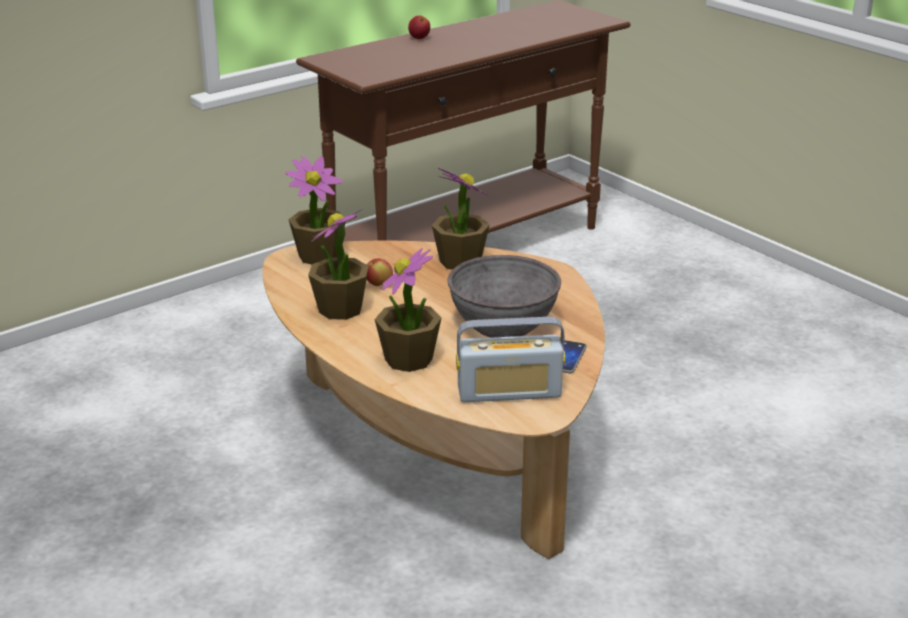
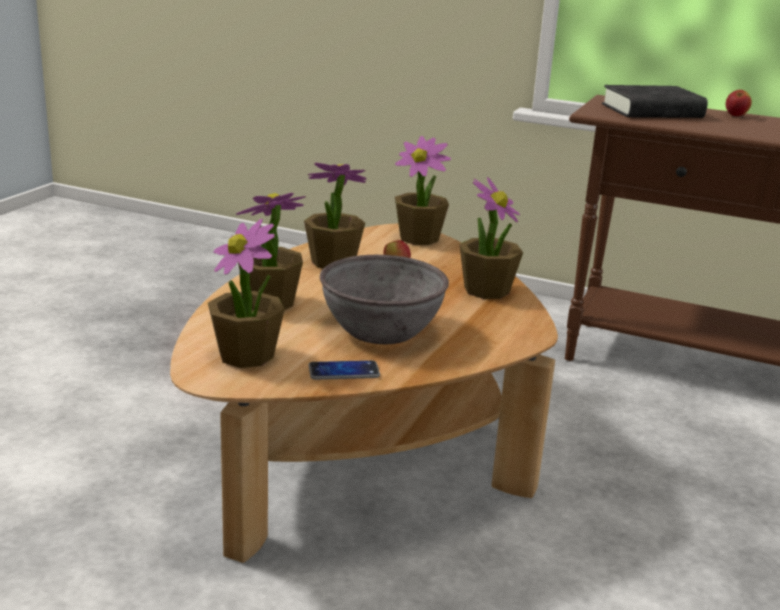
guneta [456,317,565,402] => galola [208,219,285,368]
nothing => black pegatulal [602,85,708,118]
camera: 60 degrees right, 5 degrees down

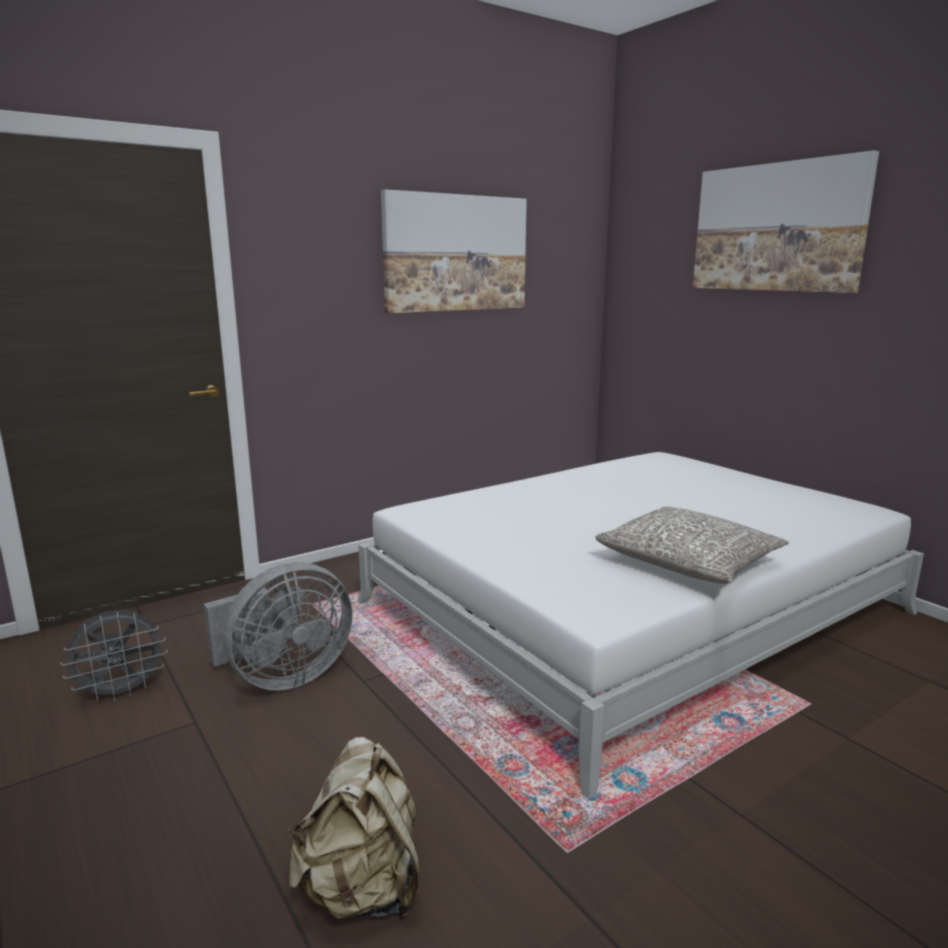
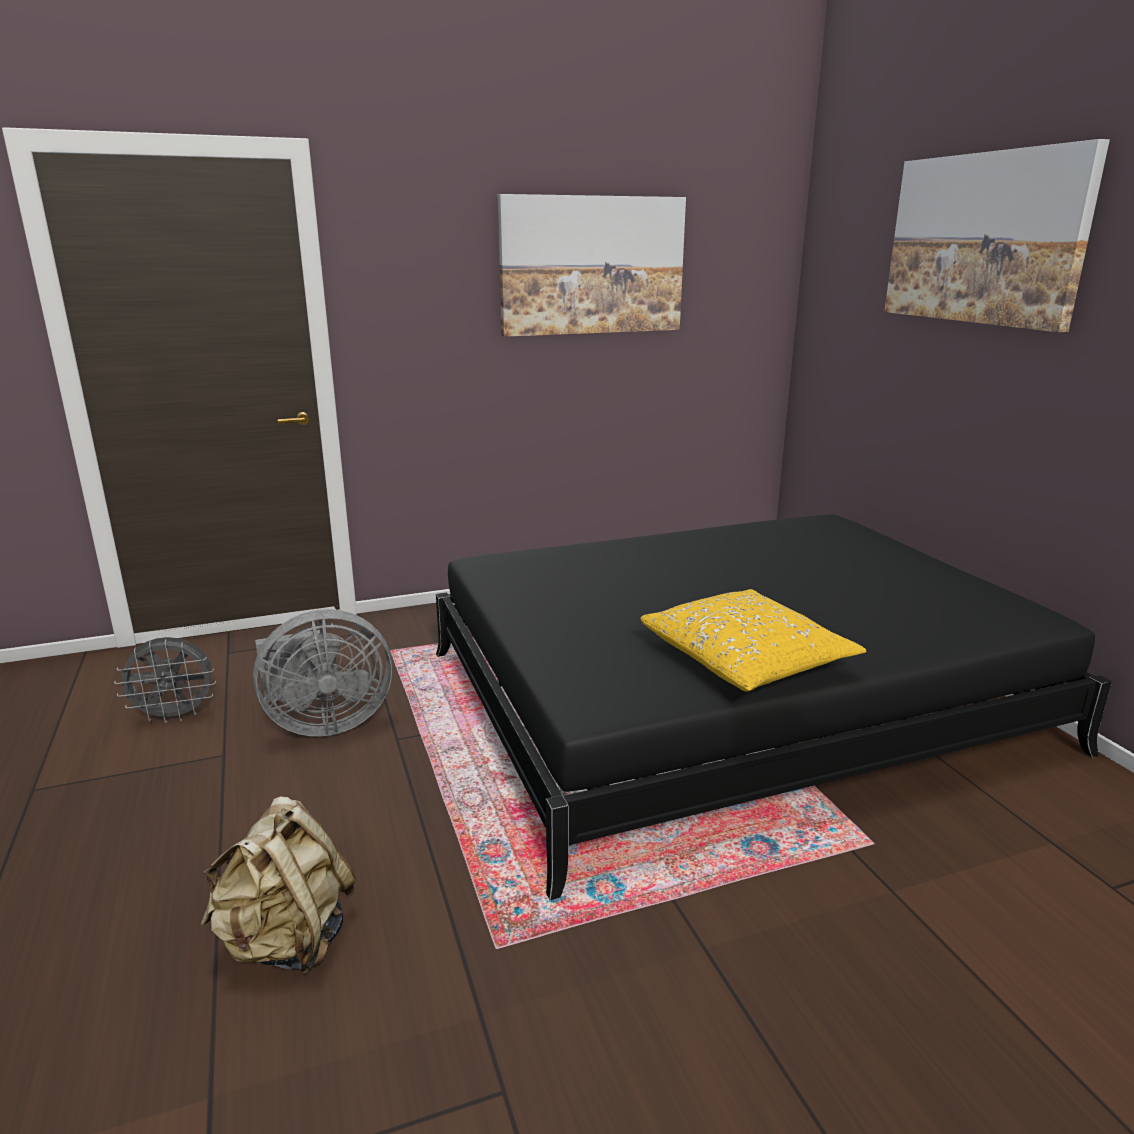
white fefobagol [357,452,924,799] => black fefobagol [436,514,1112,900]
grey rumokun [595,507,789,584] => yellow rumokun [641,589,866,691]
camera: 15 degrees right, 5 degrees up

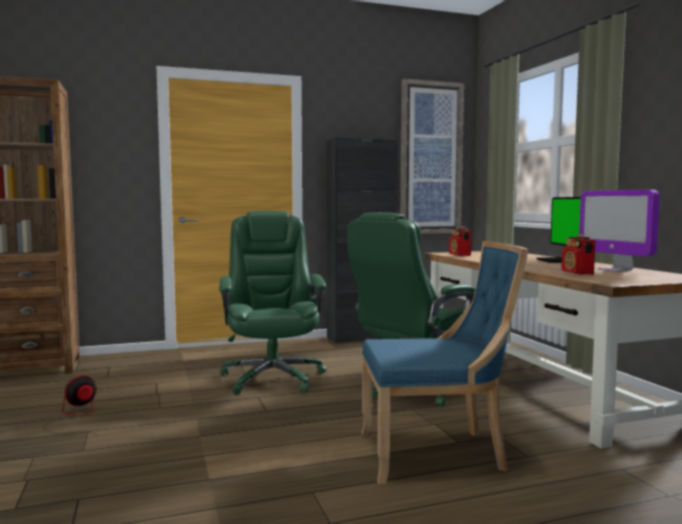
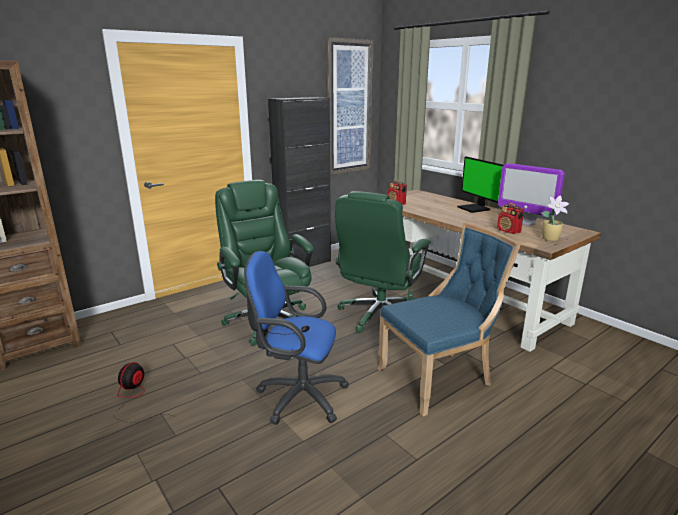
nothing => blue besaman [244,251,349,425]
nothing => galola [541,195,569,241]
camera: 20 degrees left, 15 degrees up

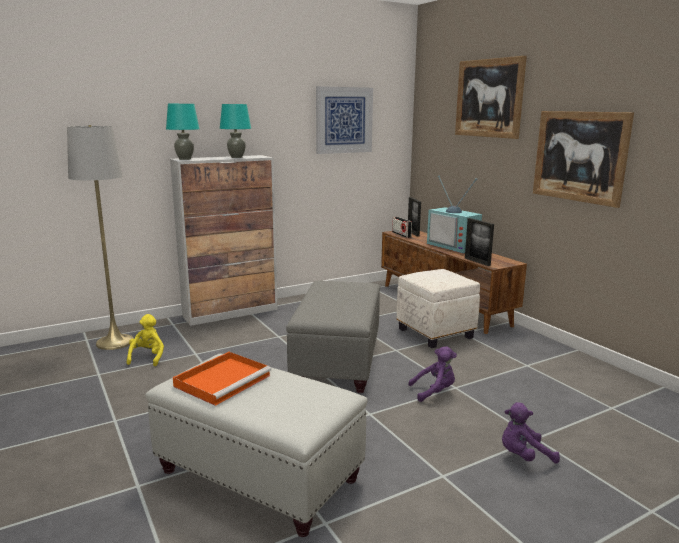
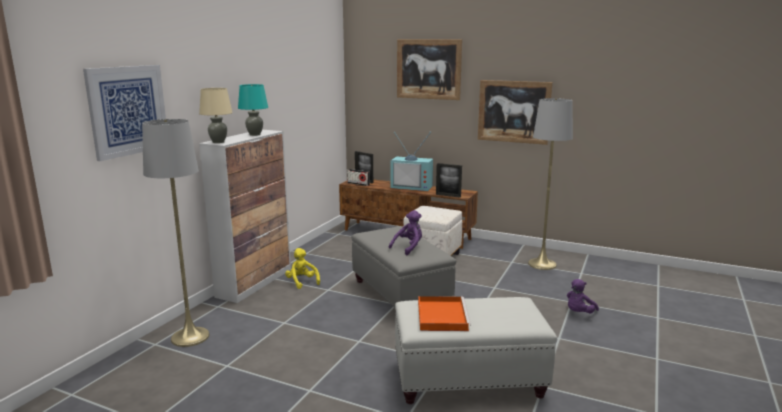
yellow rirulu [127,314,164,366] => yellow rirulu [285,248,320,289], moved
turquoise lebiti [166,104,200,160] => beige lebiti [199,88,233,143]
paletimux [316,86,373,154] => paletimux [83,65,166,161], moved
purple rirulu [408,346,457,402] => purple rirulu [389,210,422,255], moved
nothing => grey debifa [528,98,573,270]
camera: 35 degrees left, 0 degrees up

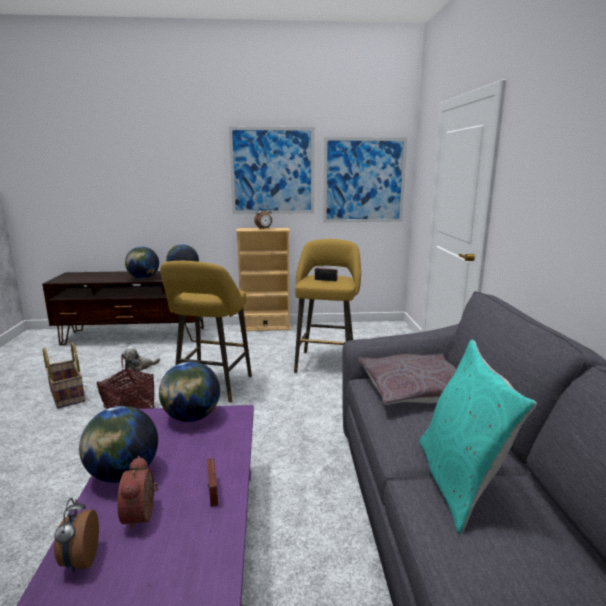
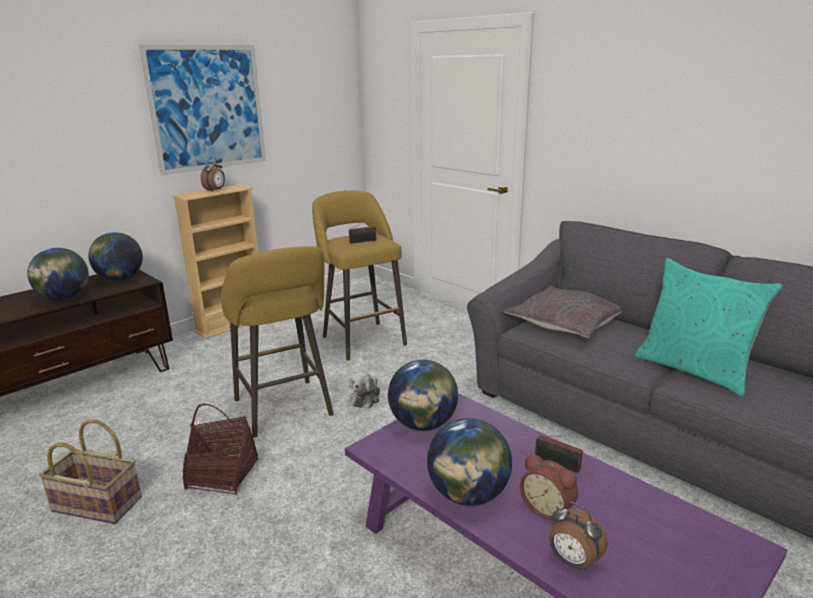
rirulu [121,346,160,372] => rirulu [349,372,380,409], moved
paletimux [323,137,407,222] => nothing
camera: 40 degrees left, 5 degrees up

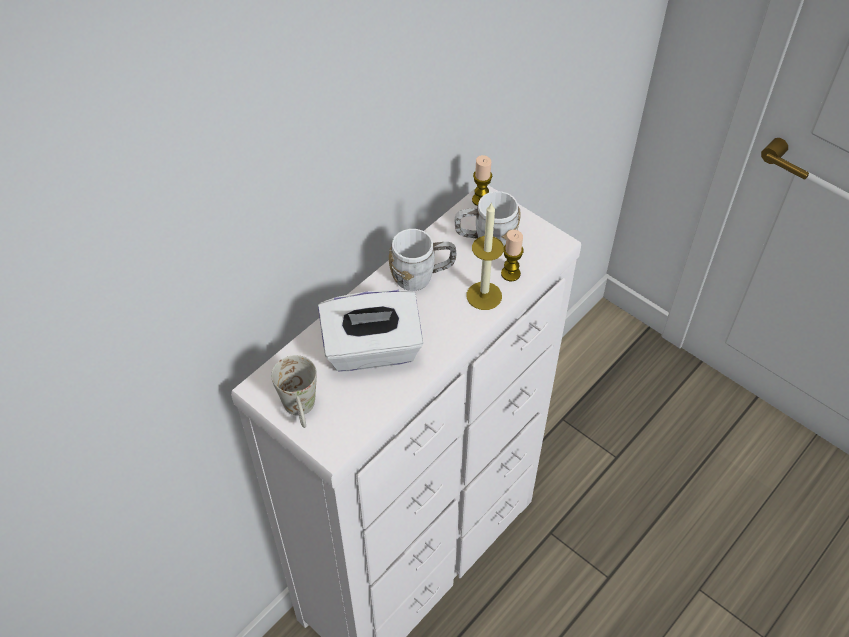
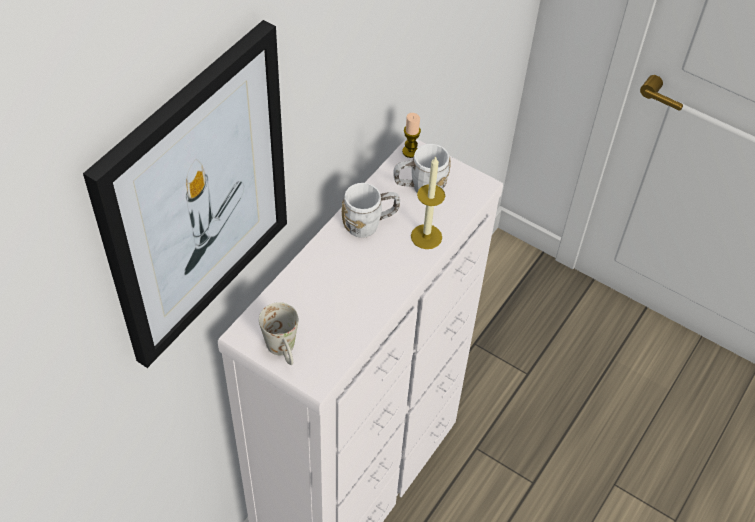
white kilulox [318,290,423,372] => nothing
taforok [501,230,524,281] => nothing
nothing => paletimux [83,20,287,368]
camera: 10 degrees left, 0 degrees up

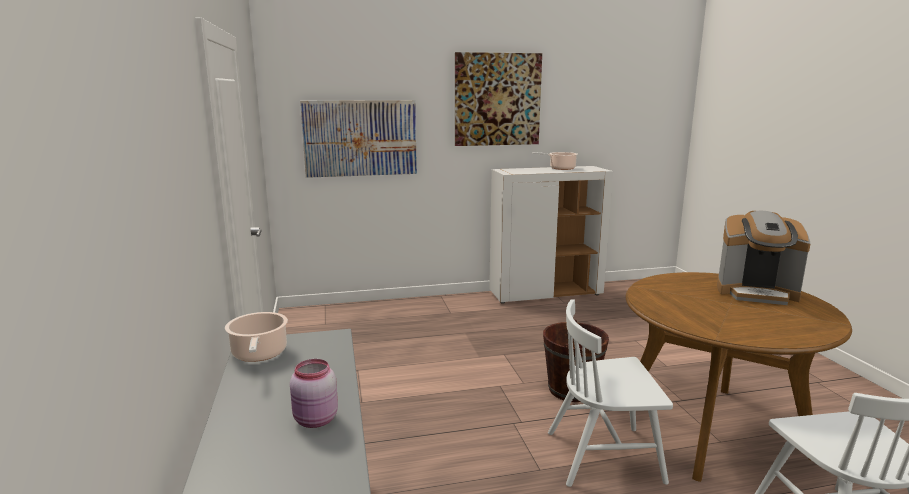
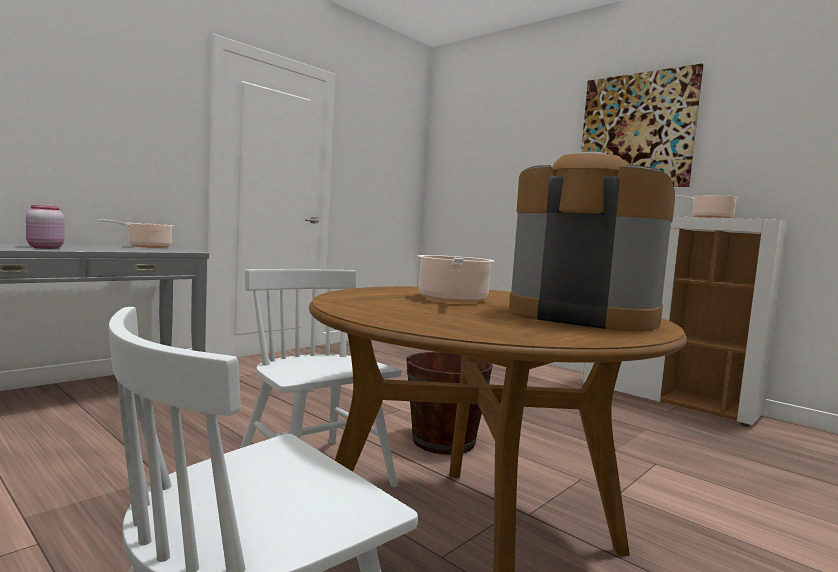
paletimux [300,100,417,178] => nothing
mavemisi [717,211,811,305] => mavemisi [509,152,675,332], 135 degrees clockwise
nothing => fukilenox [418,255,495,303]
camera: 55 degrees right, 10 degrees down

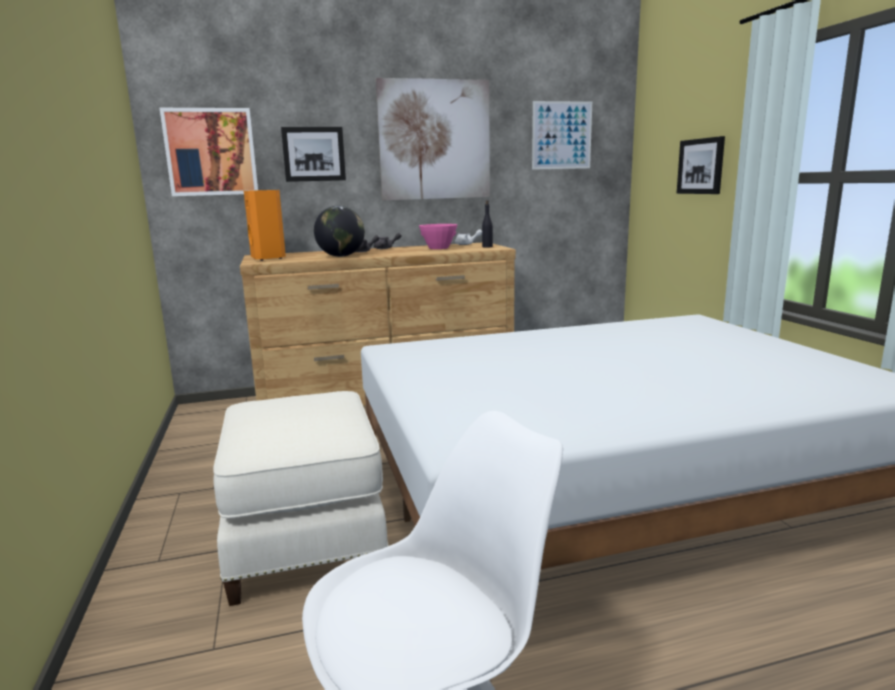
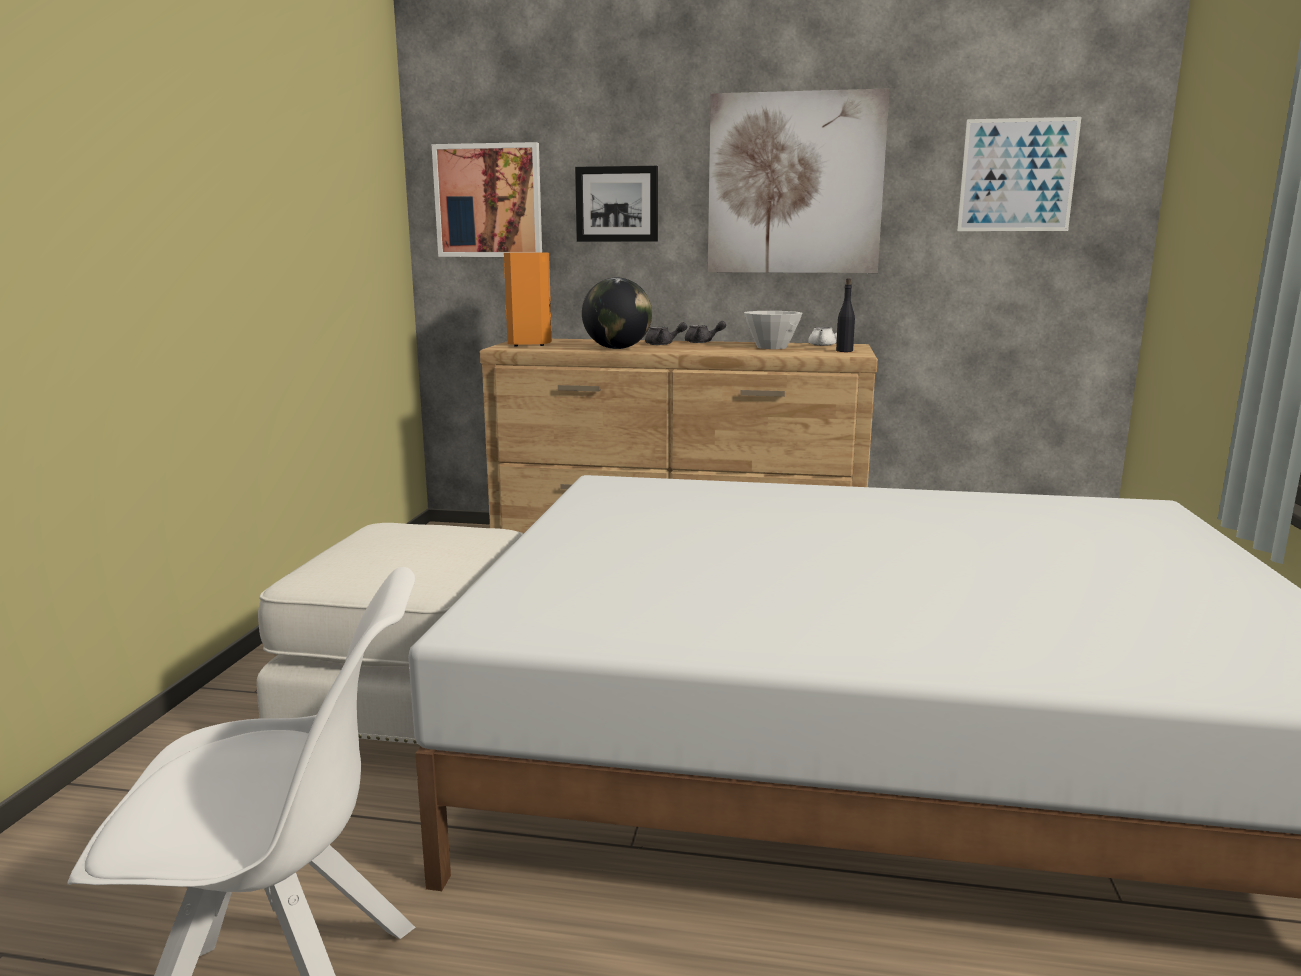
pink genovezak [419,224,457,249] => white genovezak [744,311,802,349]
paletimux [677,136,725,194] => nothing
camera: 25 degrees right, 0 degrees up

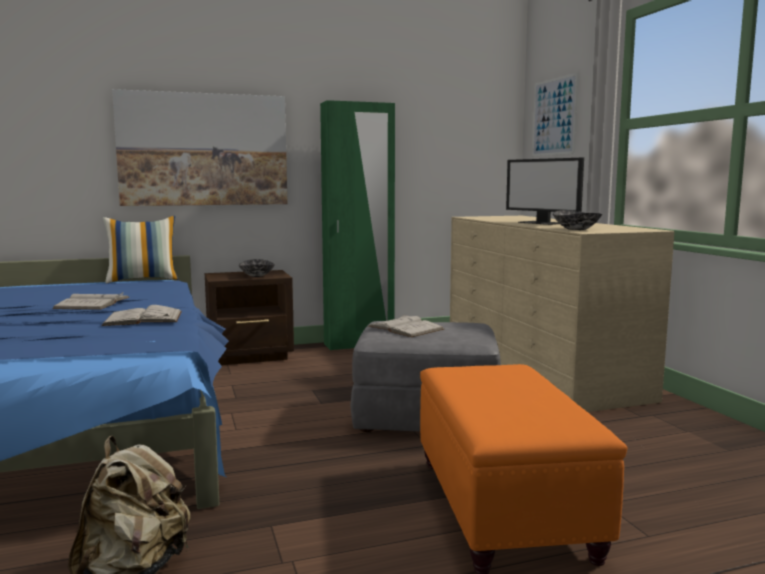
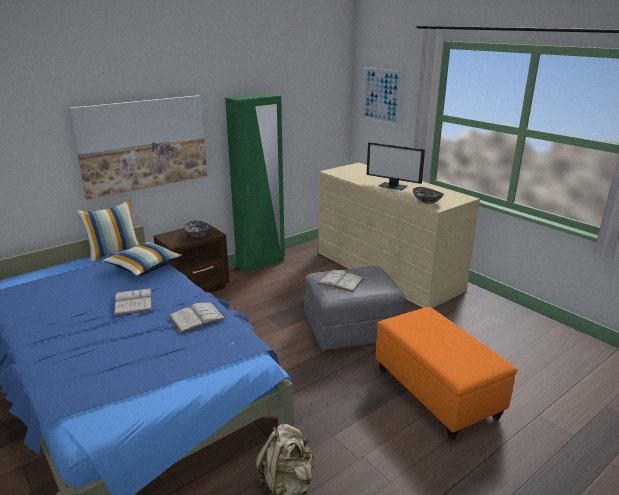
nothing => rumokun [103,242,183,276]
camera: 20 degrees left, 15 degrees up

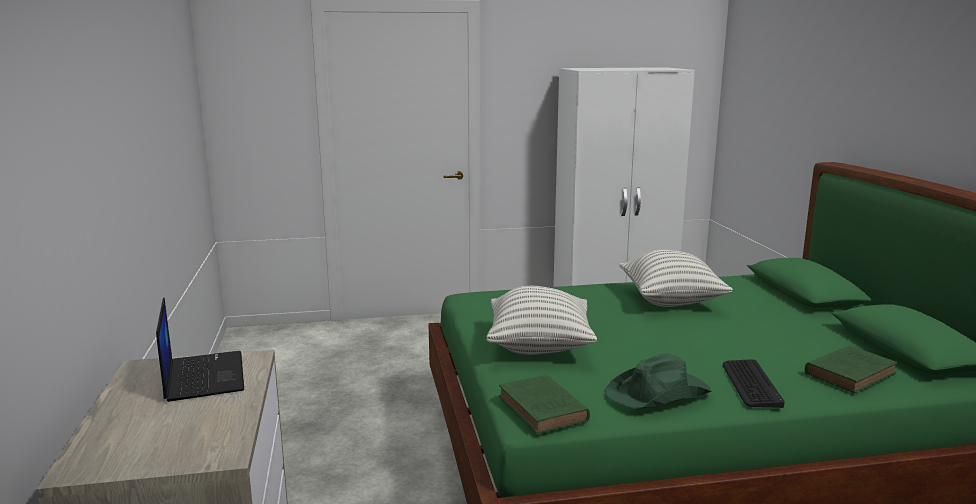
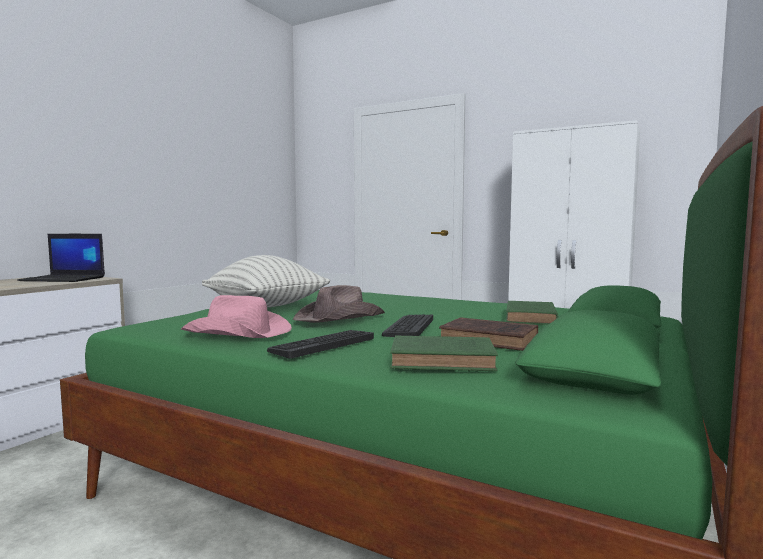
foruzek [156,297,244,402] => foruzek [17,234,105,282], 75 degrees clockwise
green pegatulal [499,375,590,434] => green pegatulal [506,301,559,325], moved
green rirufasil [605,353,712,409] => pink rirufasil [181,295,292,338]
rumokun [619,249,733,307] => nothing
nothing => brown rirufasil [293,285,385,323]
nothing => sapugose [382,314,433,337]
nothing => brown pegatulal [439,317,538,351]
camera: 40 degrees right, 10 degrees down

